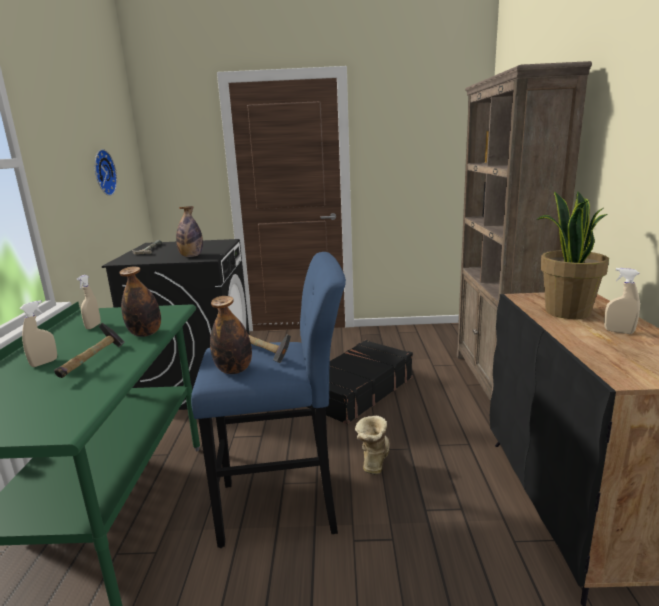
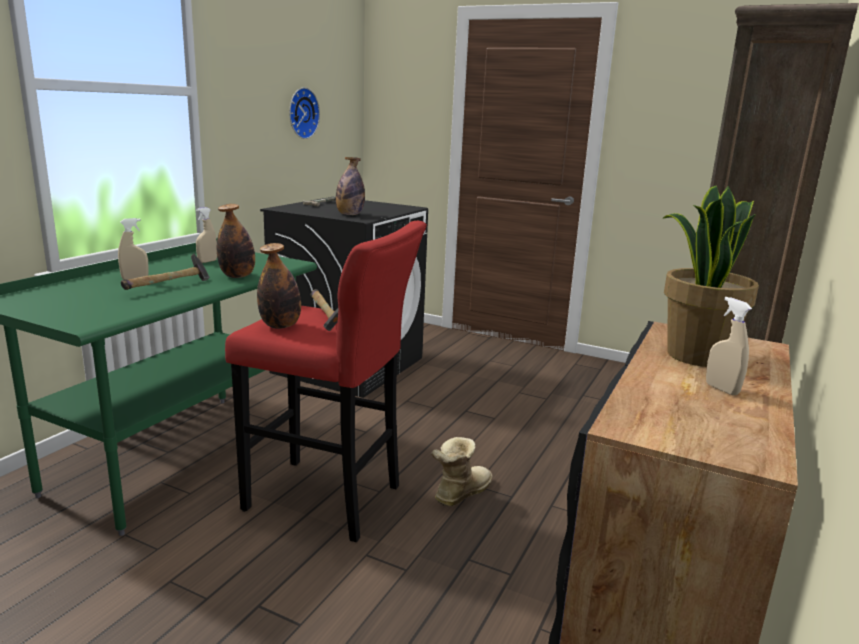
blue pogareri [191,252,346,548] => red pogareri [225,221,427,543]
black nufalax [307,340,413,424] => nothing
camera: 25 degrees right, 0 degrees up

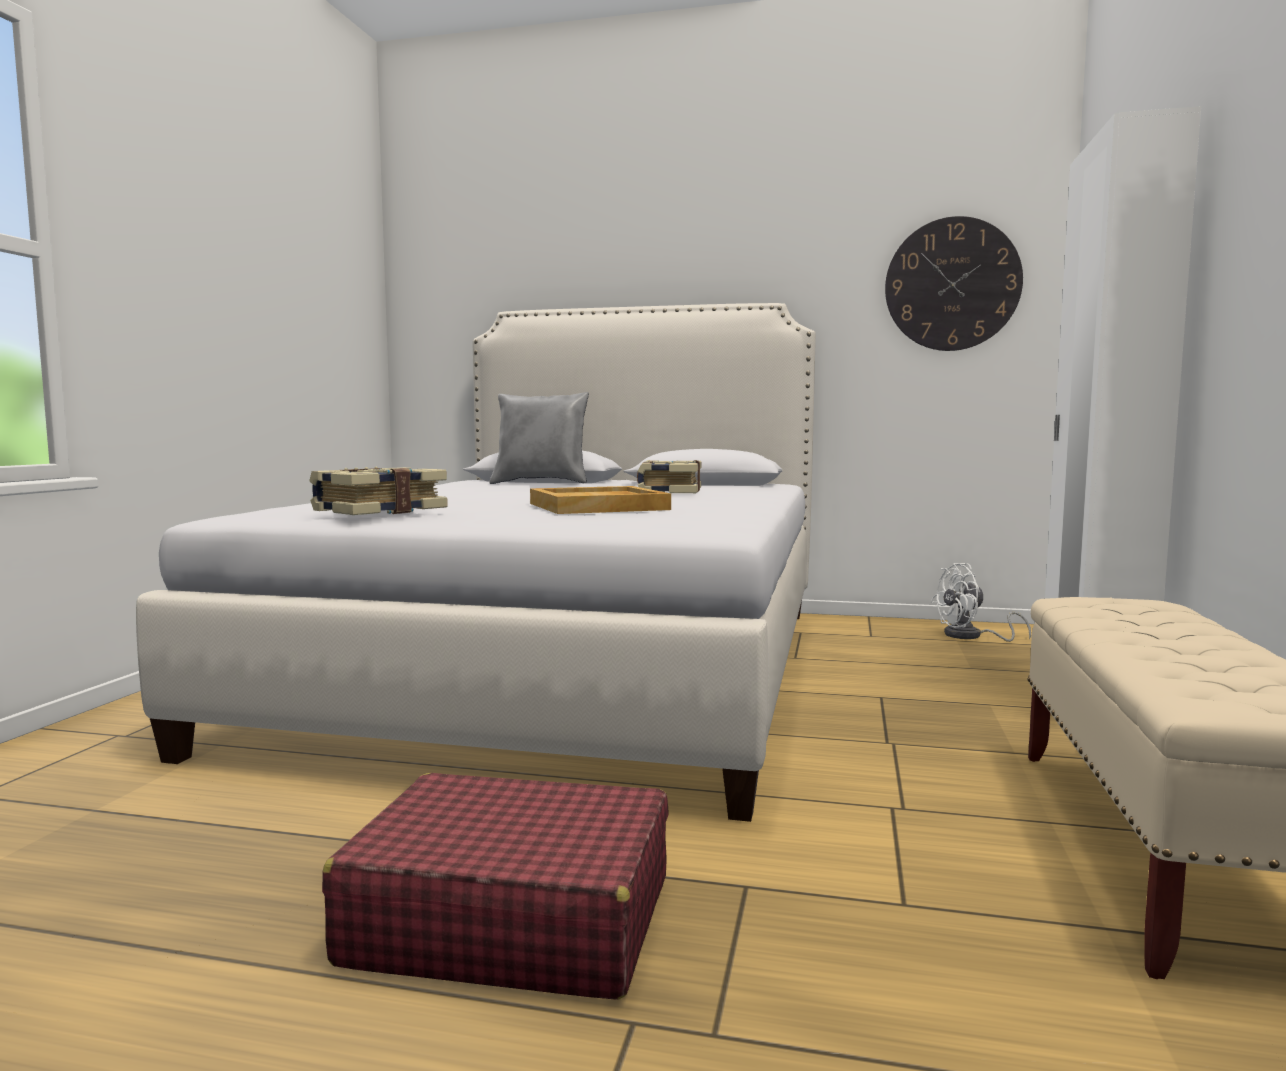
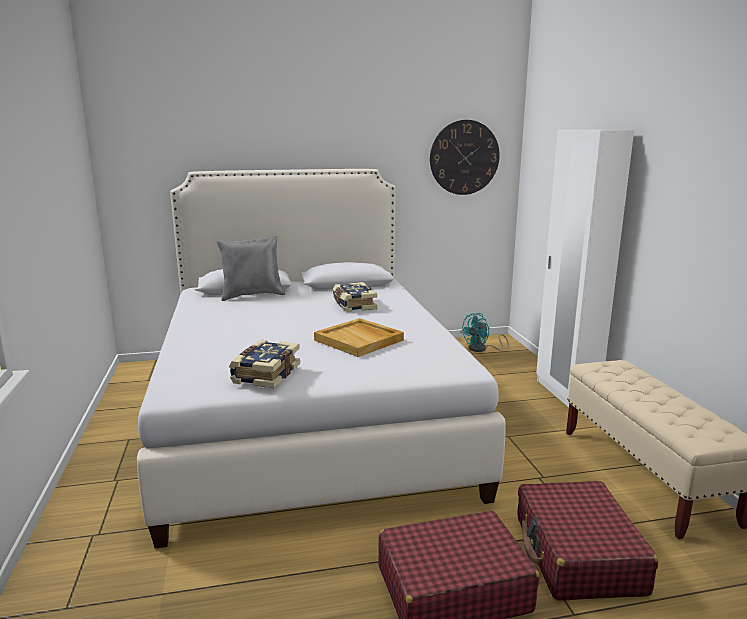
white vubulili [931,563,1031,642] => turquoise vubulili [461,313,509,352]
nothing => red nufalax [518,481,658,601]
camera: 25 degrees left, 10 degrees up

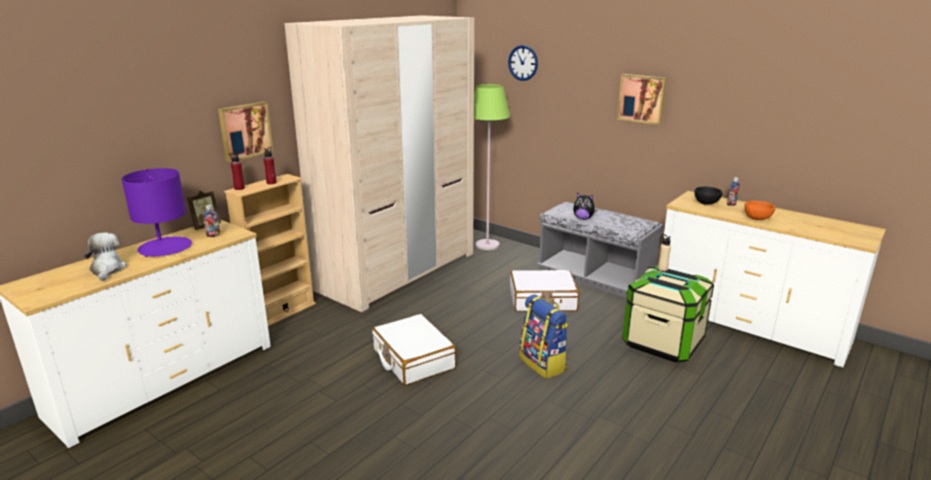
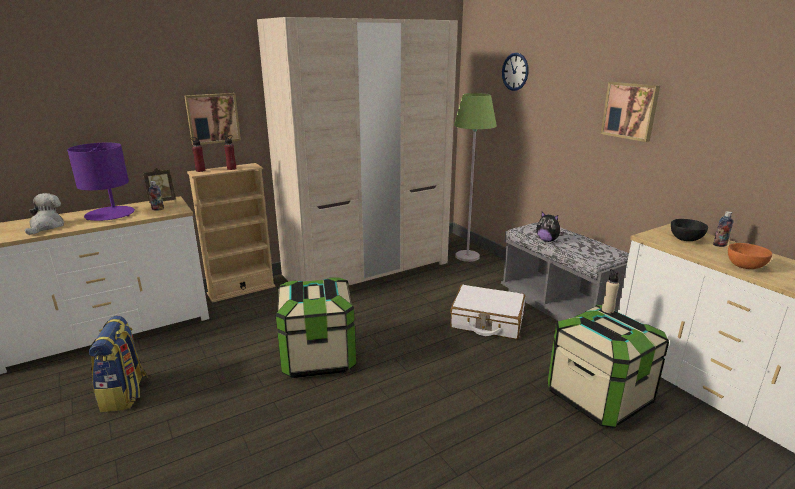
white nufalax [372,314,456,385] => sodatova [276,277,356,378]
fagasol [519,295,569,378] => fagasol [89,316,148,412], moved
camera: 20 degrees right, 0 degrees up

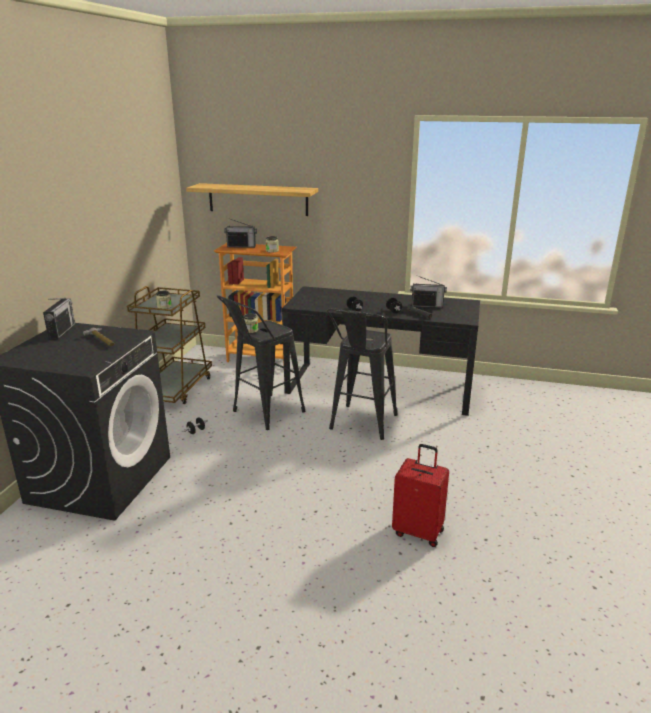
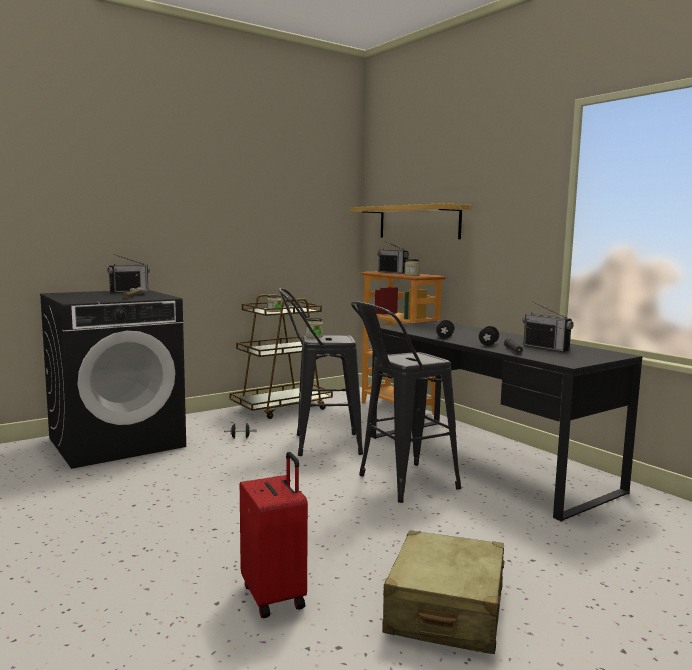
nothing => beige nufalax [382,530,504,654]
camera: 40 degrees right, 15 degrees down

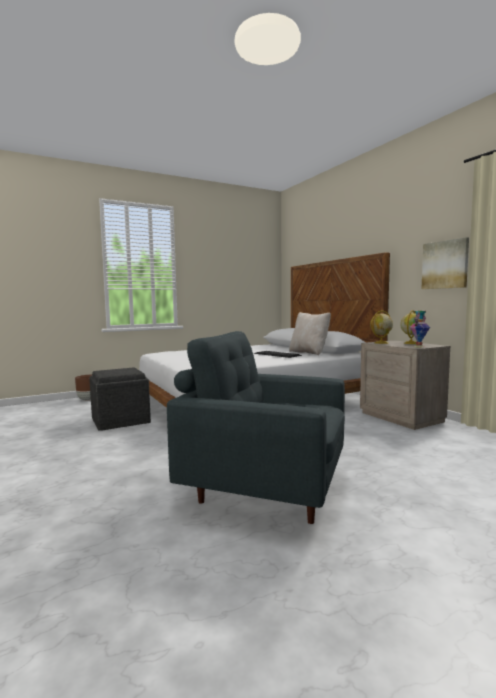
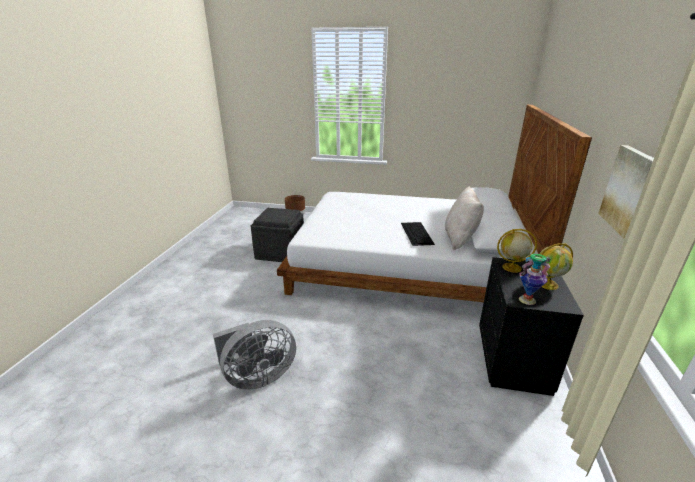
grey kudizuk [167,331,345,524] => grey vubulili [213,320,296,390]
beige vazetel [360,340,450,430] => black vazetel [479,257,584,396]
camera: 40 degrees right, 20 degrees up

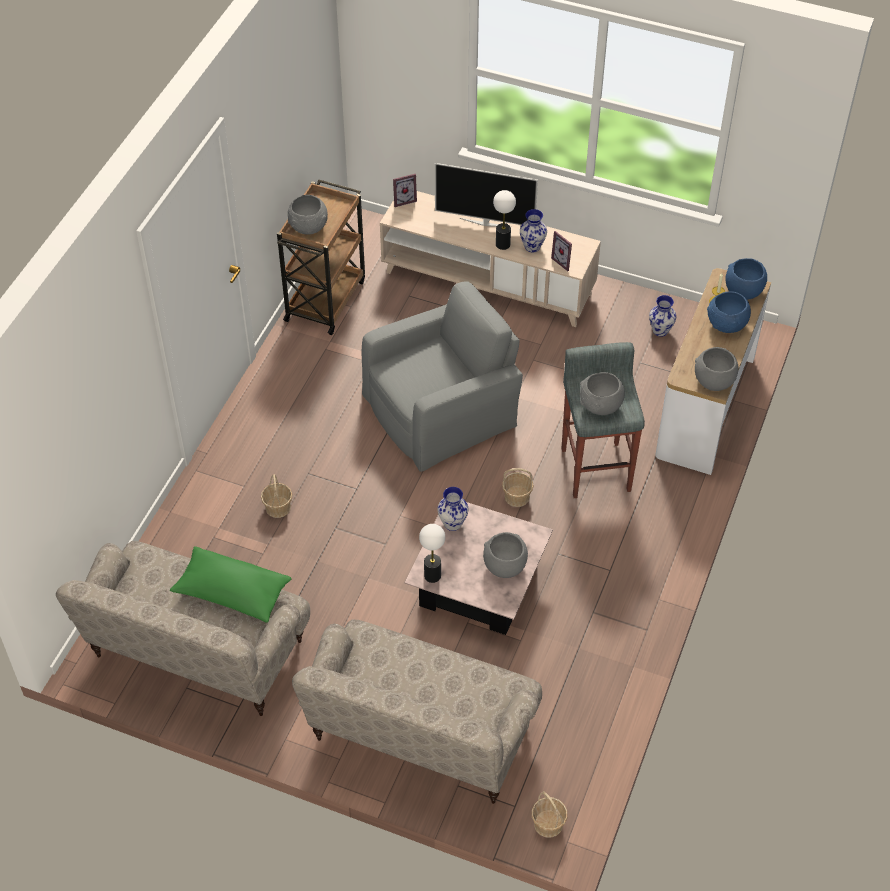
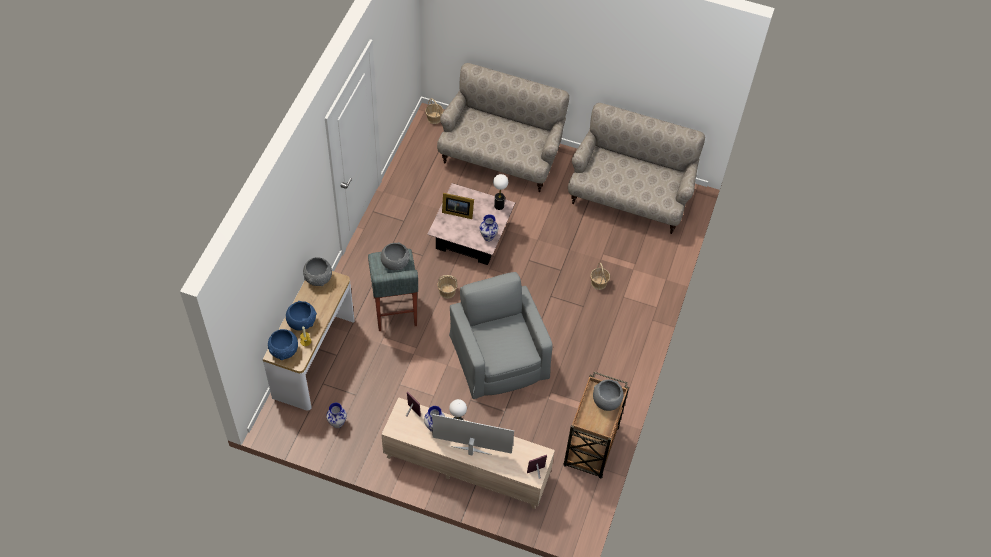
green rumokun [170,546,292,623] => nothing
grey kudizuk [362,281,523,472] => grey kudizuk [449,272,553,399], 105 degrees clockwise
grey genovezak [483,532,528,578] => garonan [442,193,474,219]
camera: 175 degrees right, 5 degrees up

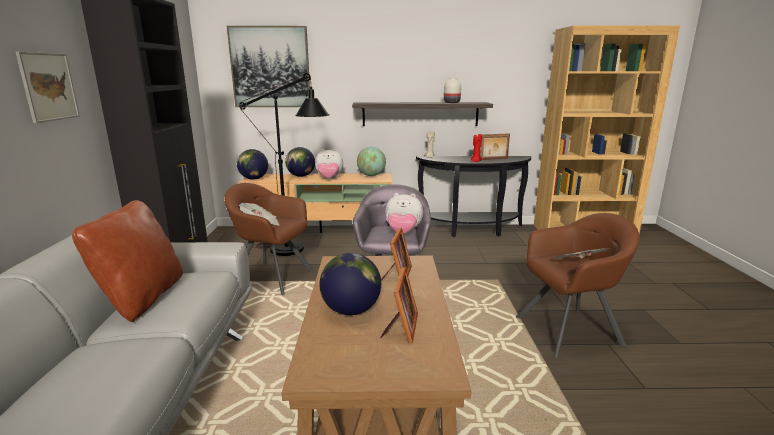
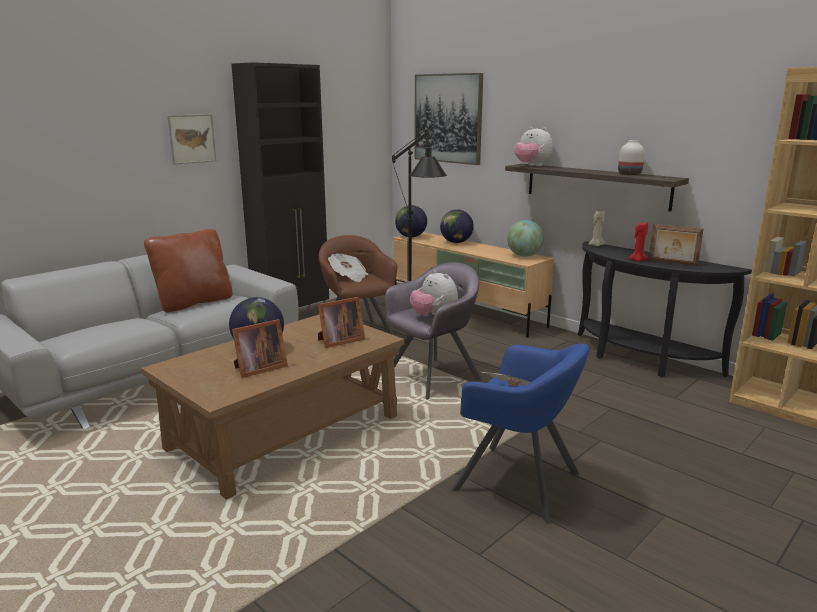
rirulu [315,149,343,179] => rirulu [514,127,553,166], moved
brown kudizuk [516,213,640,358] => blue kudizuk [451,343,589,524]
camera: 45 degrees right, 0 degrees up

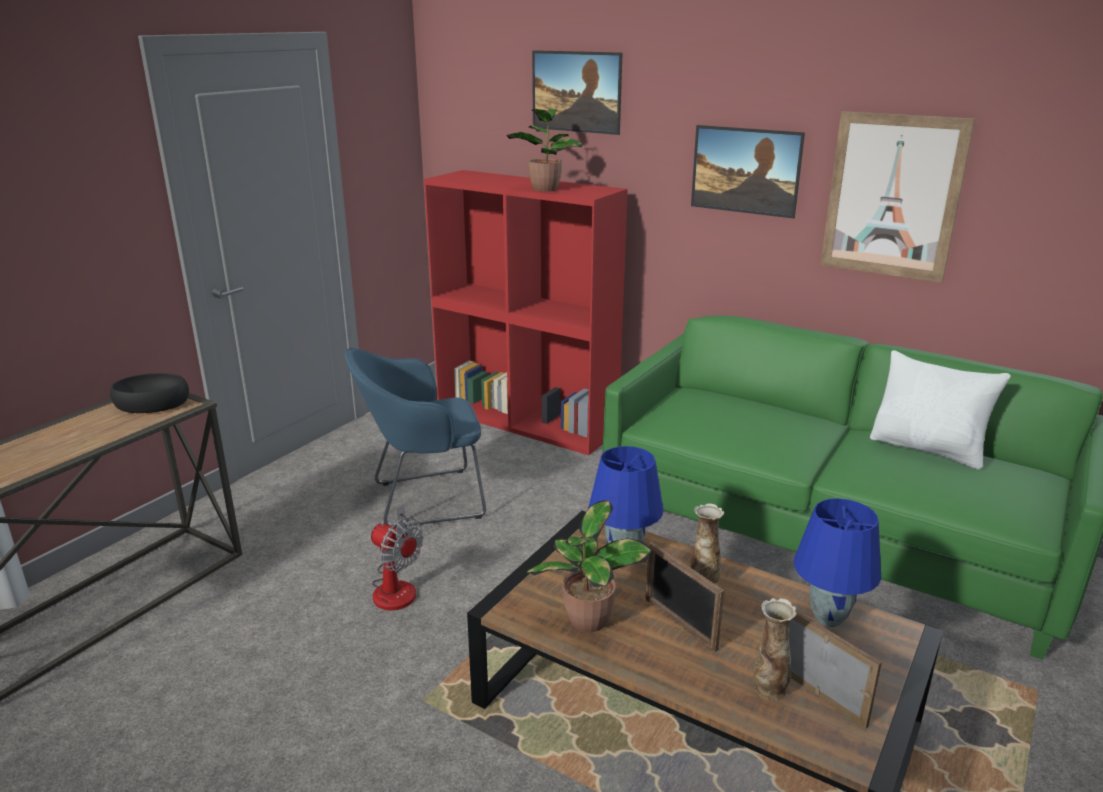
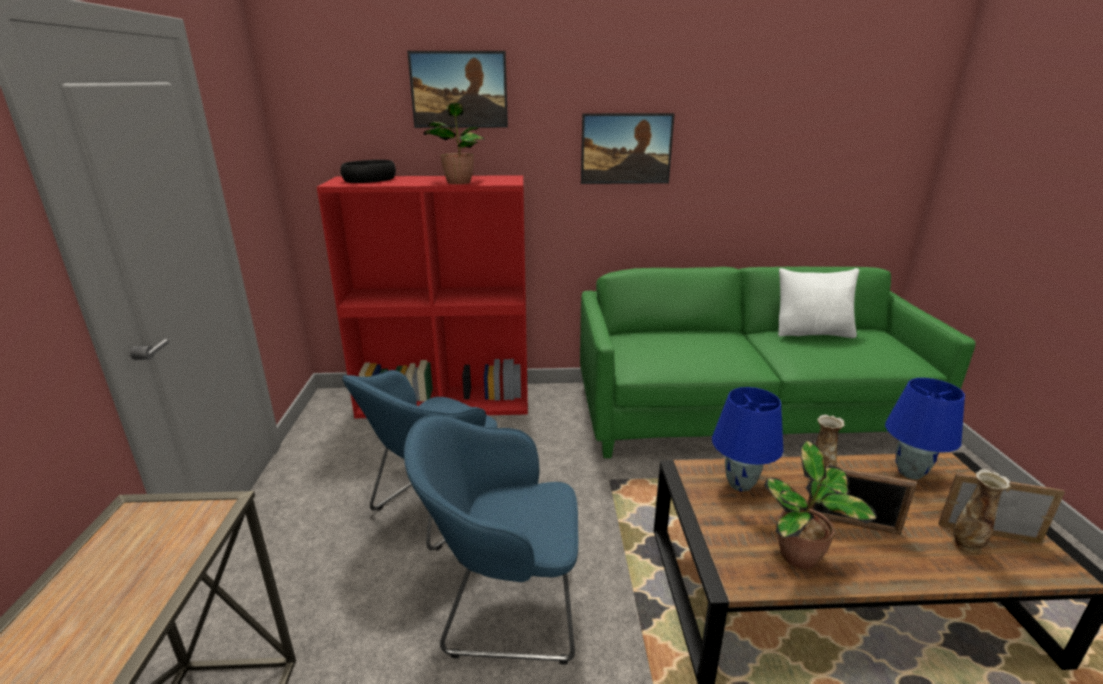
black genovezak [110,373,189,413] => black genovezak [341,160,396,183], moved
vubulili [371,504,424,611] => blue kudizuk [404,414,578,665]
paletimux [820,111,975,283] => nothing
camera: 35 degrees left, 0 degrees up

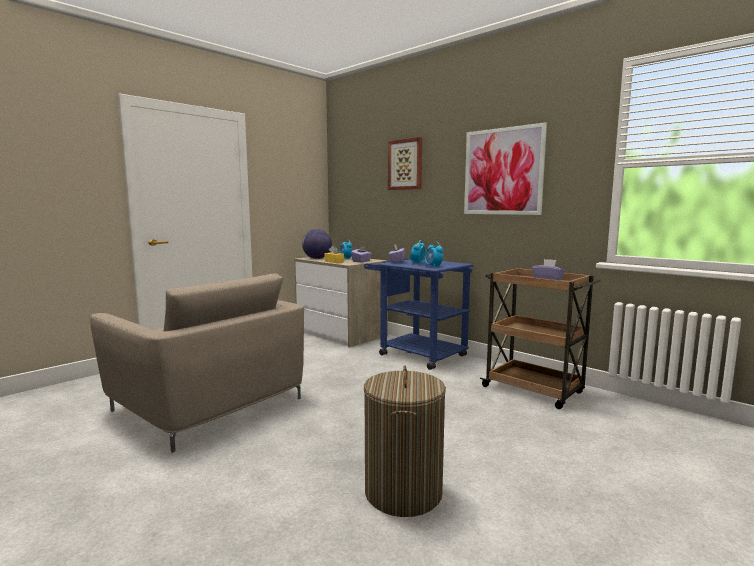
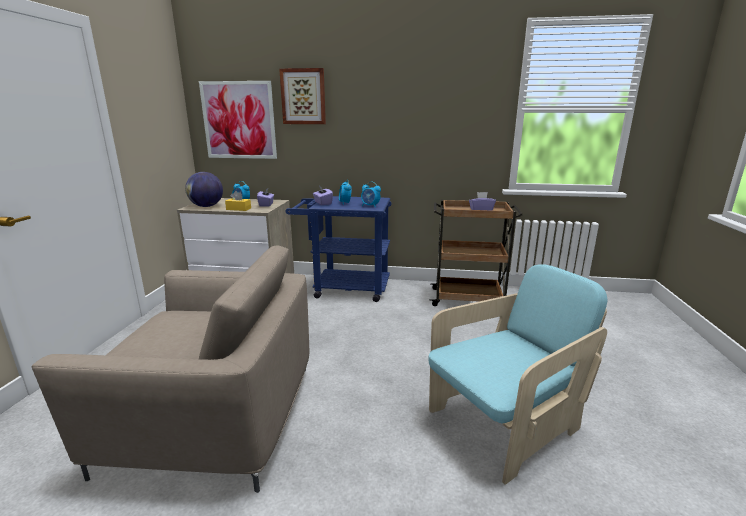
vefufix [364,365,446,517] => turquoise kudizuk [428,264,607,485]
paletimux [464,122,547,215] => paletimux [199,81,277,159], moved
camera: 35 degrees left, 10 degrees up

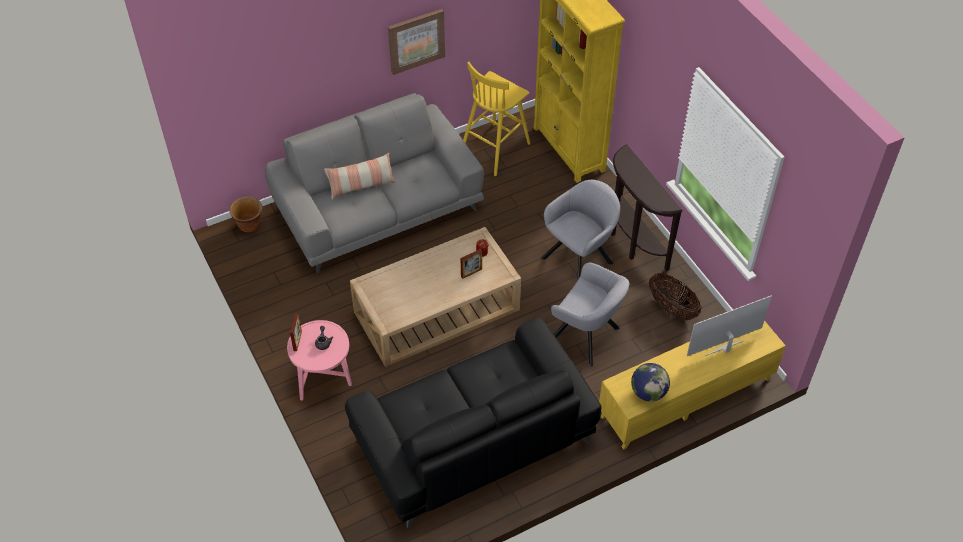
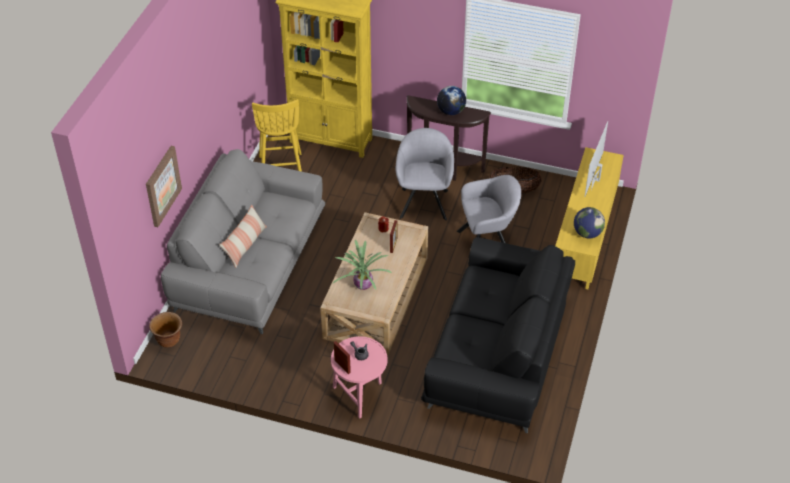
paletimux [388,9,445,75] => paletimux [146,146,182,227], moved
nothing => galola [332,240,392,290]
nothing => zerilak [437,86,466,115]
camera: 45 degrees left, 5 degrees down

